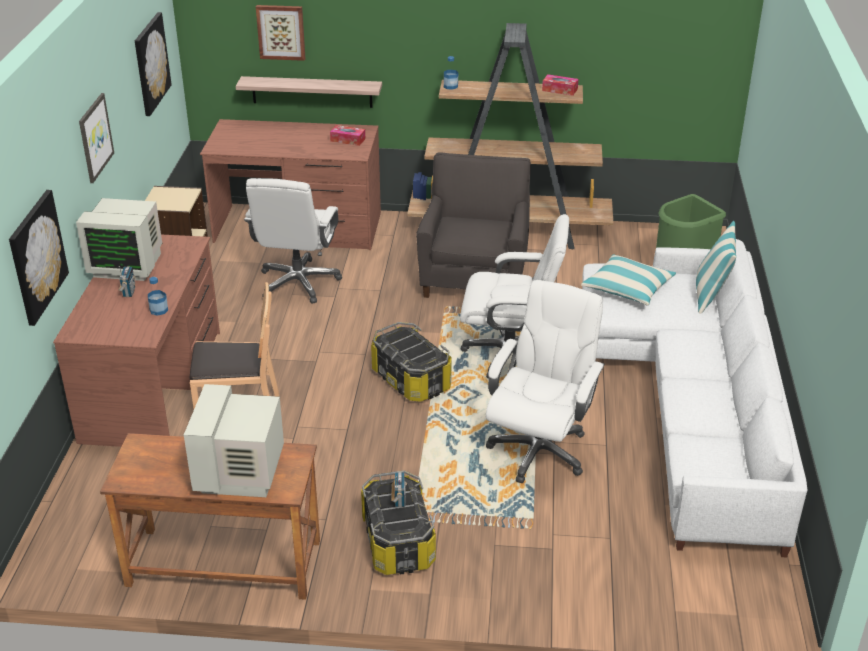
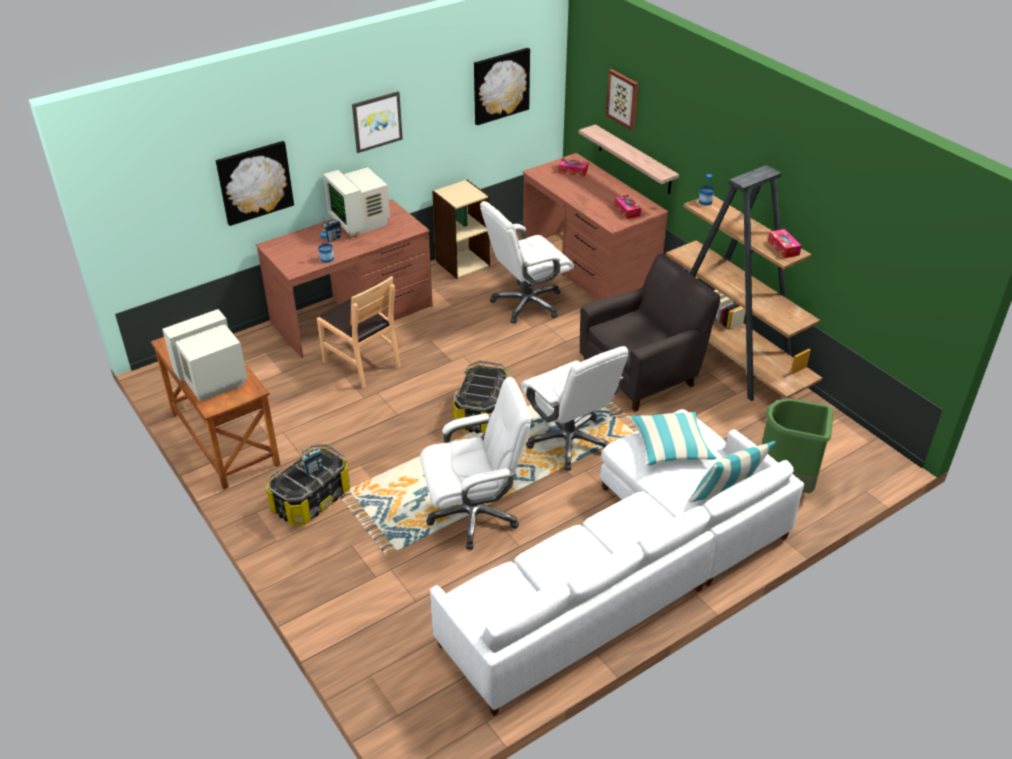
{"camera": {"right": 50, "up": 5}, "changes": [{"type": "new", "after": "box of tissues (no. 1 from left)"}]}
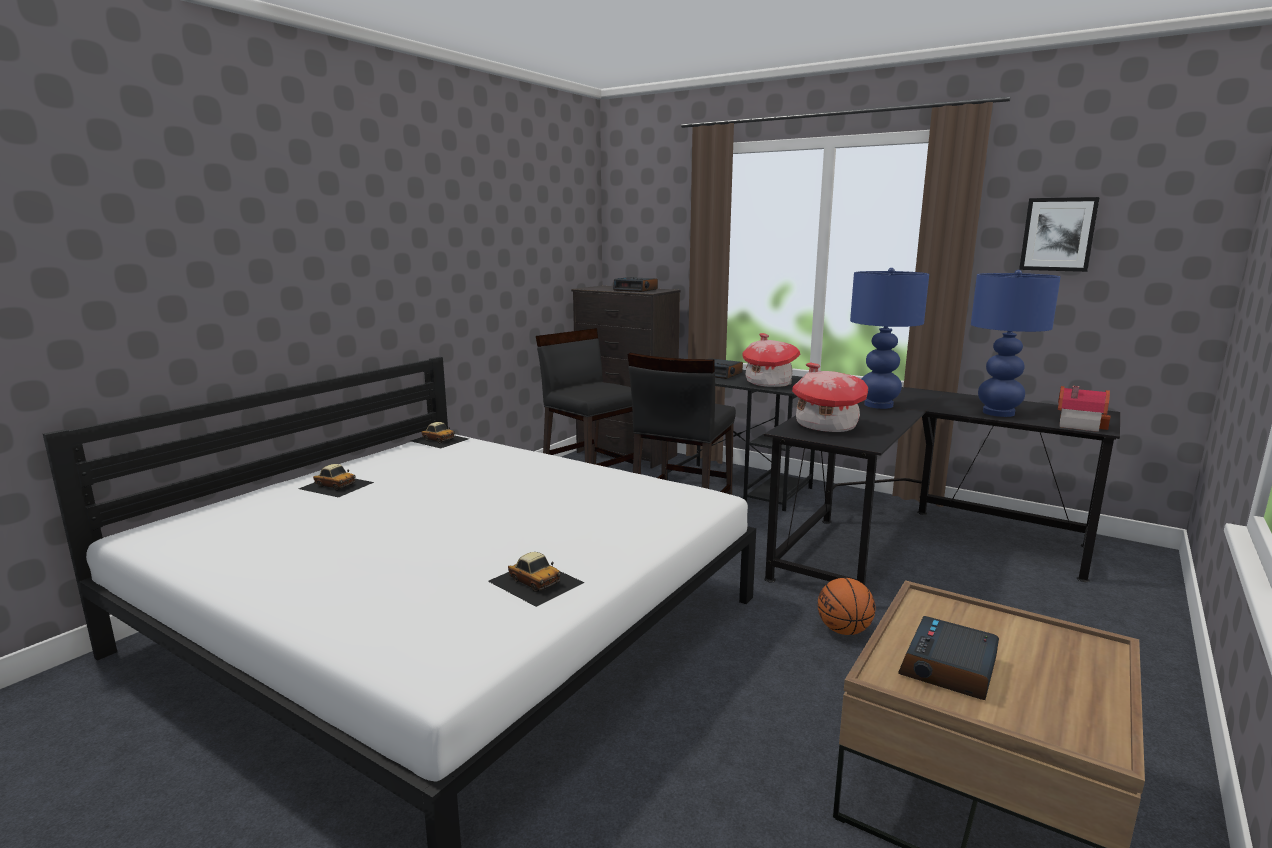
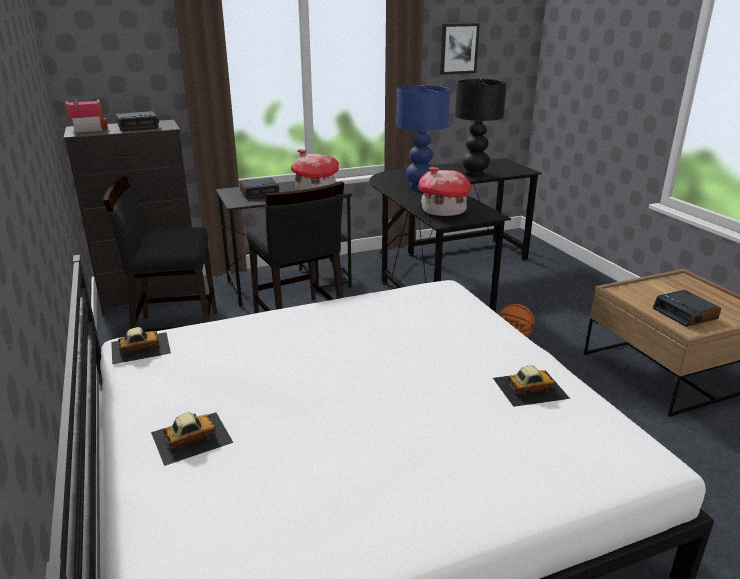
{"camera": {"right": -55, "up": 10}, "changes": [{"type": "repainted", "before": "bluish tabletop lamp (no. 2 from left)", "after": "black-coloured tabletop lamp"}, {"type": "shifted", "before": "toy house (no. 3 from left in the first image)", "after": "toy house (no. 1 from left)"}]}
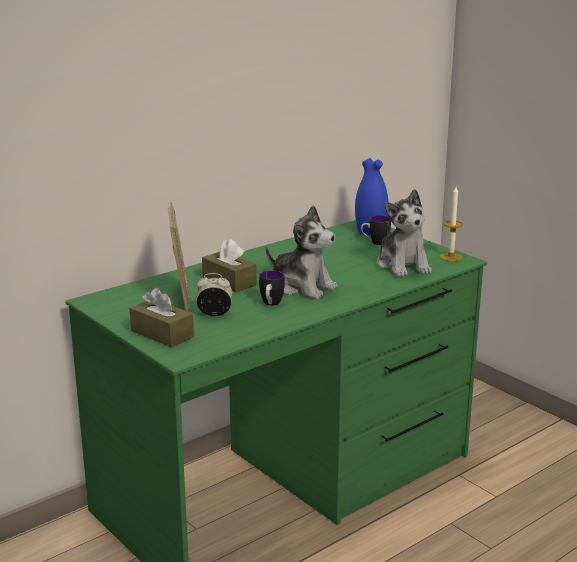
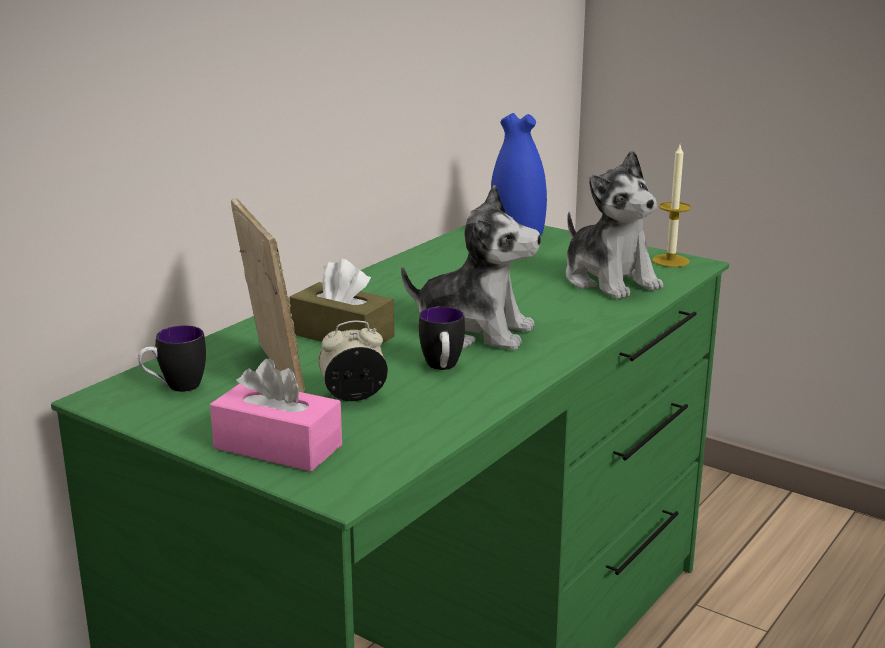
{"camera": {"right": -15, "up": 0}, "changes": [{"type": "repainted", "before": "brownish box of tissues (no. 1 from left)", "after": "pinkish box of tissues"}, {"type": "shifted", "before": "coffee mug (no. 2 from left in the first image)", "after": "coffee mug (no. 1 from left)"}]}
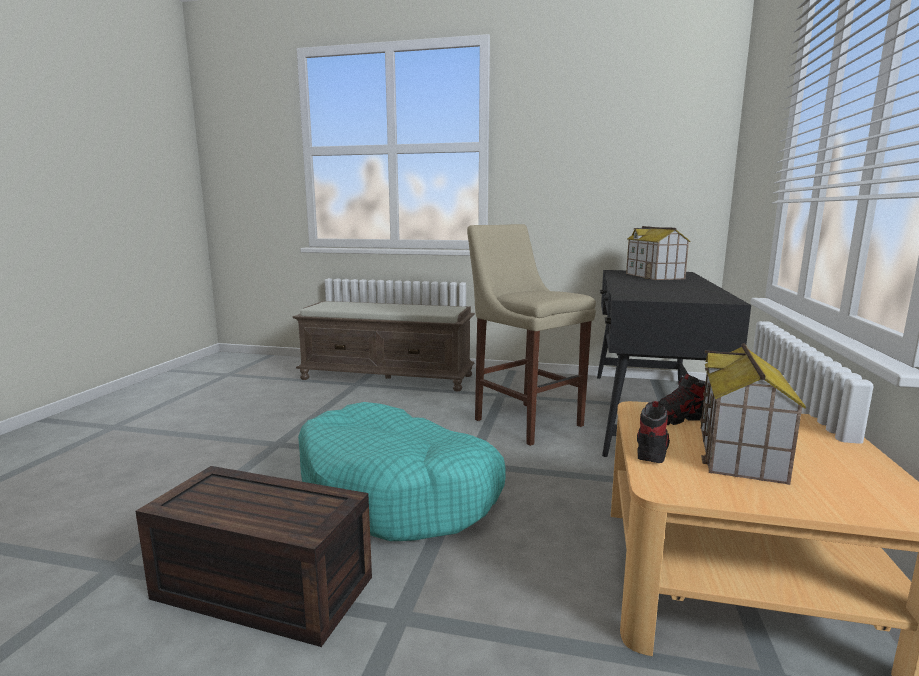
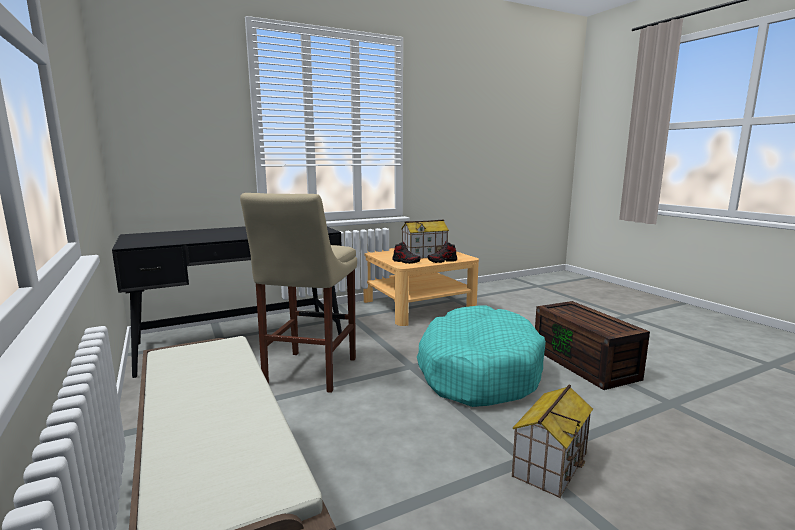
{"camera": {"right": -130, "up": 0}, "changes": [{"type": "shifted", "before": "toy house (no. 1 from left in the first image)", "after": "toy house (no. 2 from left)"}]}
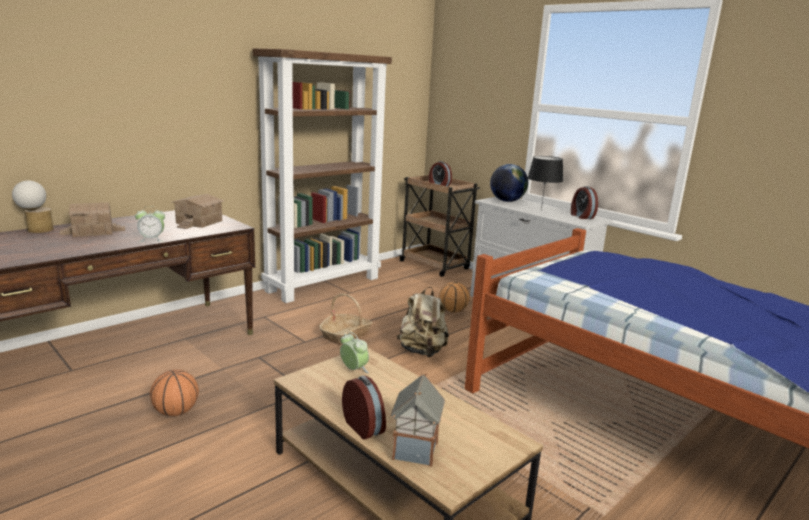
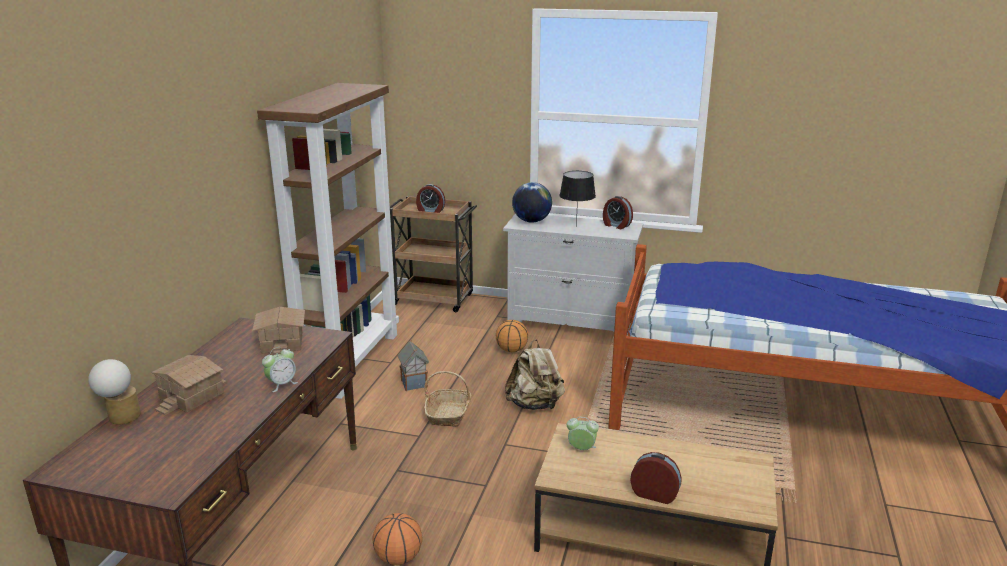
{"camera": {"right": -30, "up": 5}, "changes": [{"type": "shifted", "before": "toy house (no. 3 from left)"}]}
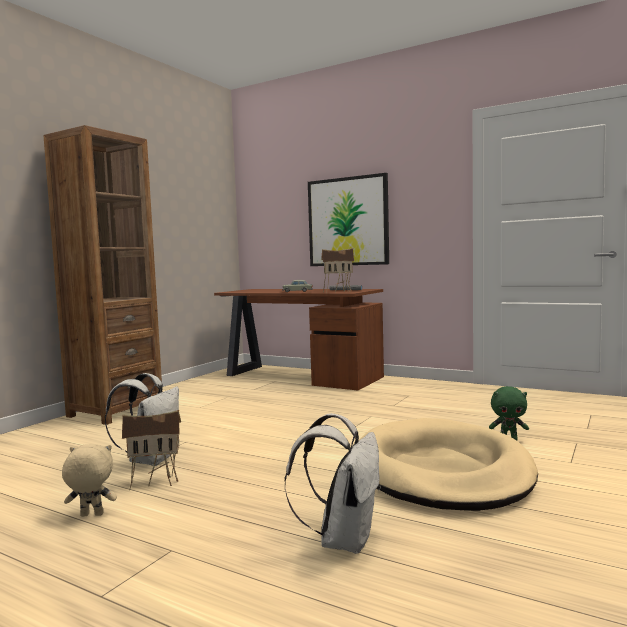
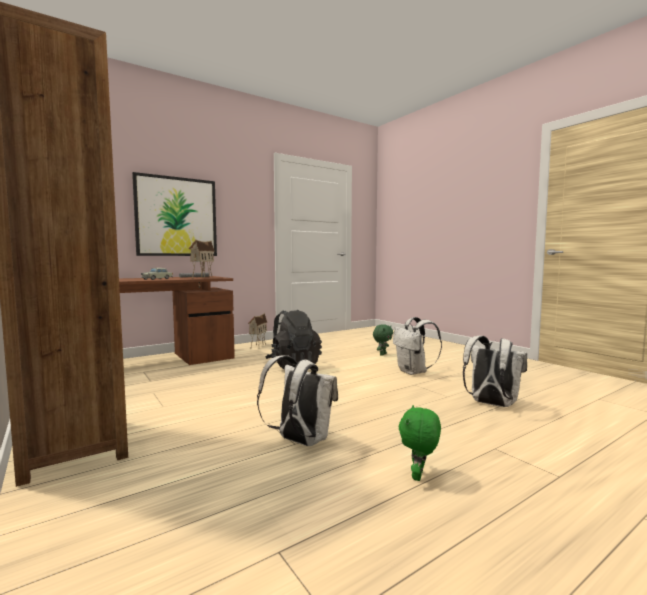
{"camera": {"right": -65, "up": 0}, "changes": [{"type": "repainted", "before": "beige-coloured soft toy", "after": "green soft toy (no. 2 from left)"}, {"type": "shifted", "before": "toy house (no. 1 from left in the first image)", "after": "toy house (no. 2 from left)"}, {"type": "swapped", "before": "beige-coloured pet bed", "after": "white backpack (no. 2 from left)"}, {"type": "new", "after": "black-coloured backpack"}]}
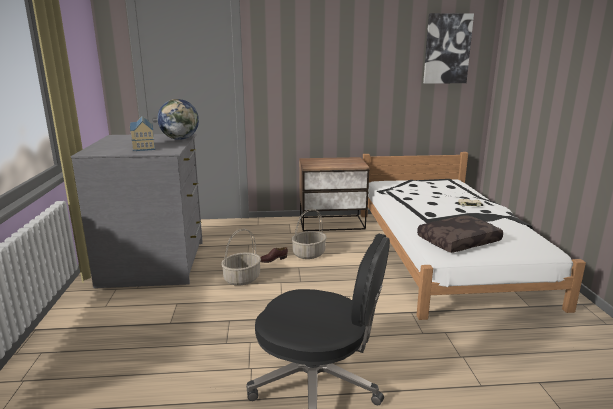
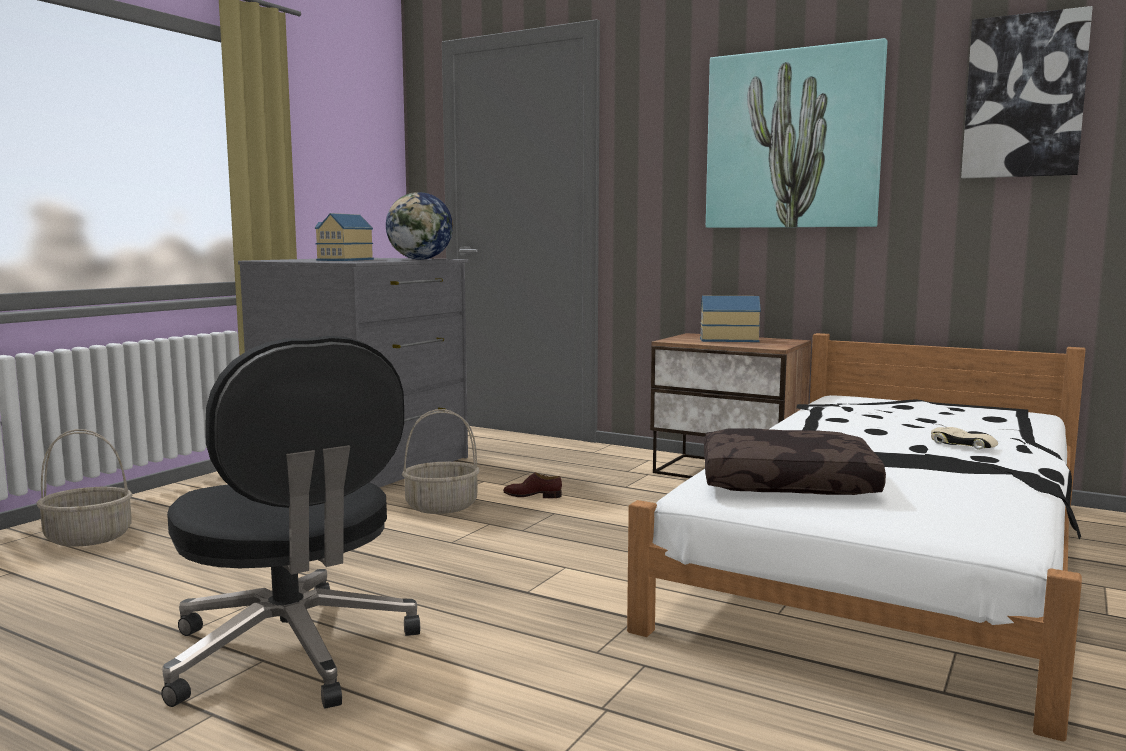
{"camera": {"right": 35, "up": -10}, "changes": [{"type": "shifted", "before": "storage basket (no. 2 from left in the first image)", "after": "storage basket (no. 1 from left)"}, {"type": "new", "after": "toy house (no. 2 from left)"}, {"type": "new", "after": "wall art (no. 1 from left)"}]}
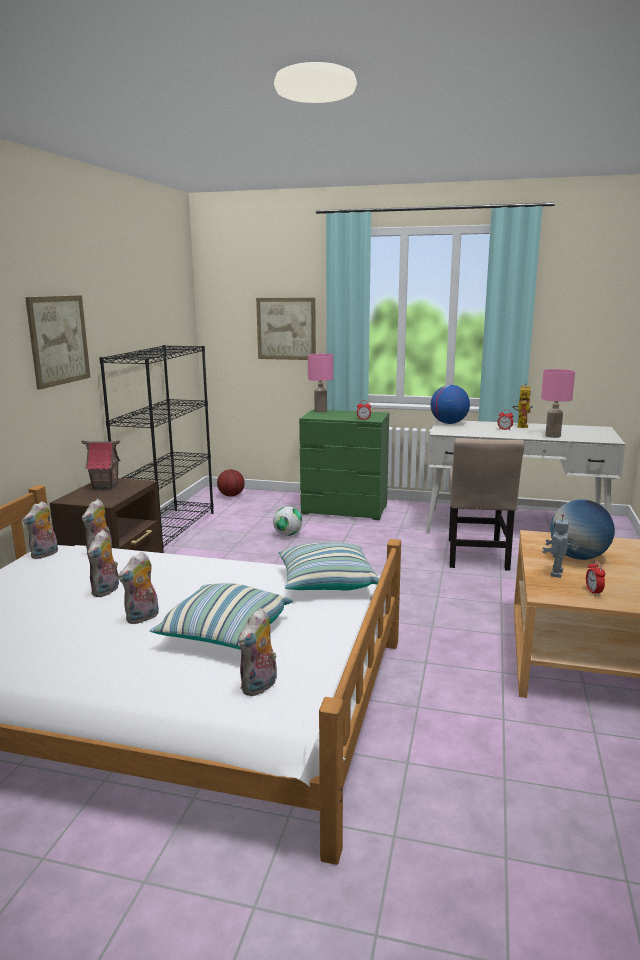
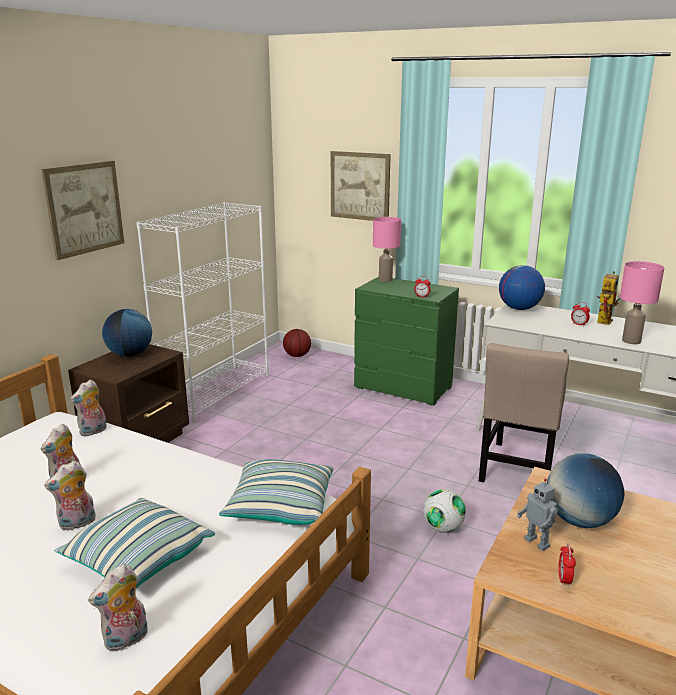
{"camera": {"right": 15, "up": 5}, "changes": [{"type": "gone", "before": "soft toy (no. 1 from left)"}, {"type": "swapped", "before": "toy house", "after": "globe (no. 1 from left)"}, {"type": "repainted", "before": "black-coloured bookcase", "after": "white bookcase"}, {"type": "shifted", "before": "ball for football"}, {"type": "rotated", "before": "model robot (no. 2 from left in the first image)", "turn": -75}]}
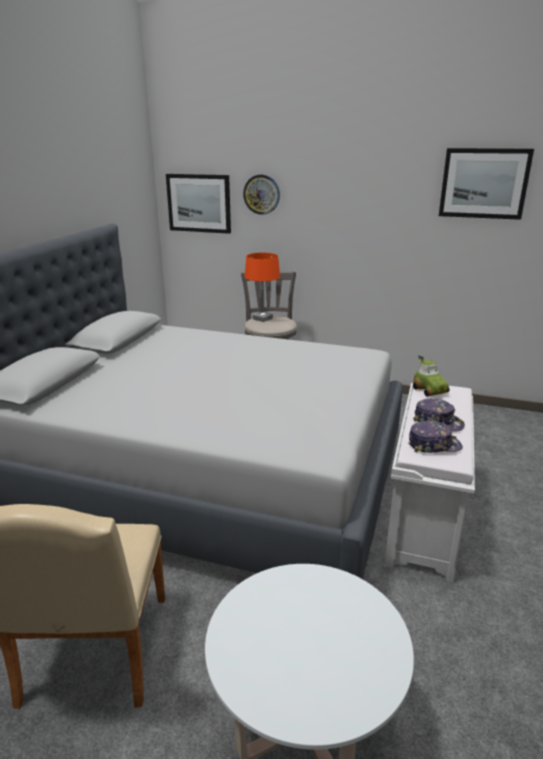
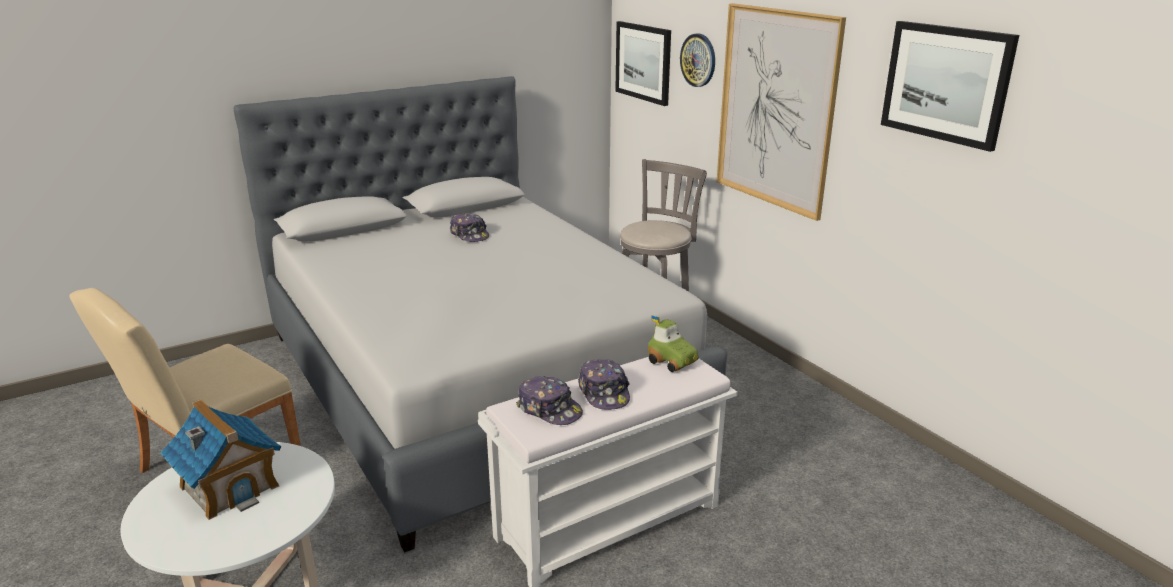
{"camera": {"right": 40, "up": 0}, "changes": [{"type": "gone", "before": "orange tabletop lamp"}, {"type": "rotated", "before": "miniature car", "turn": -60}, {"type": "new", "after": "toy house"}, {"type": "new", "after": "cap (no. 1 from left)"}, {"type": "new", "after": "wall art (no. 2 from left)"}]}
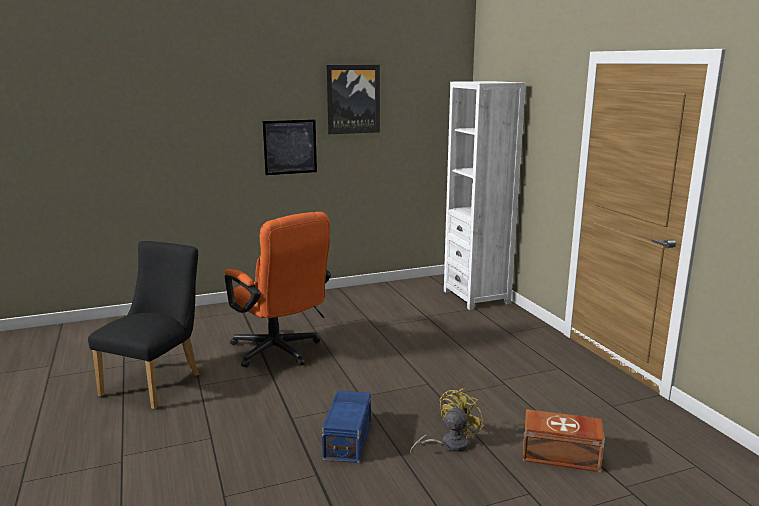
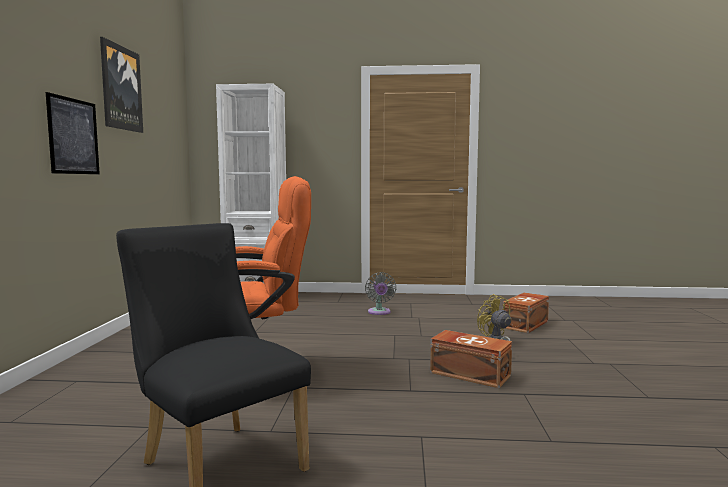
{"camera": {"right": -65, "up": -10}, "changes": [{"type": "repainted", "before": "bluish storage container", "after": "brownish storage container (no. 1 from left)"}, {"type": "new", "after": "greyish electric fan"}]}
